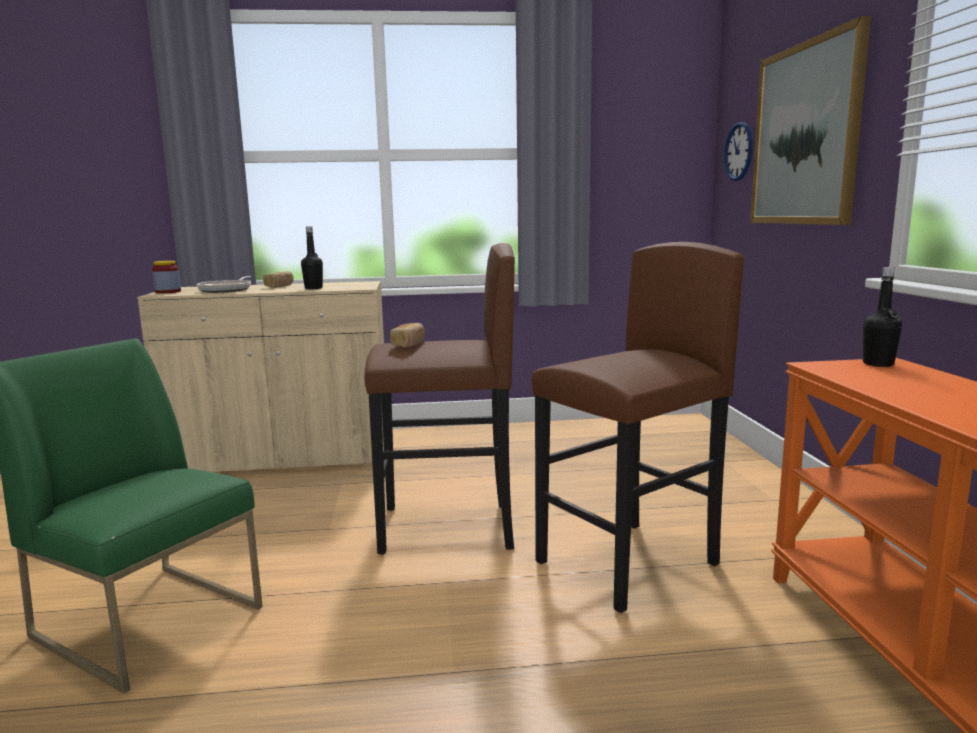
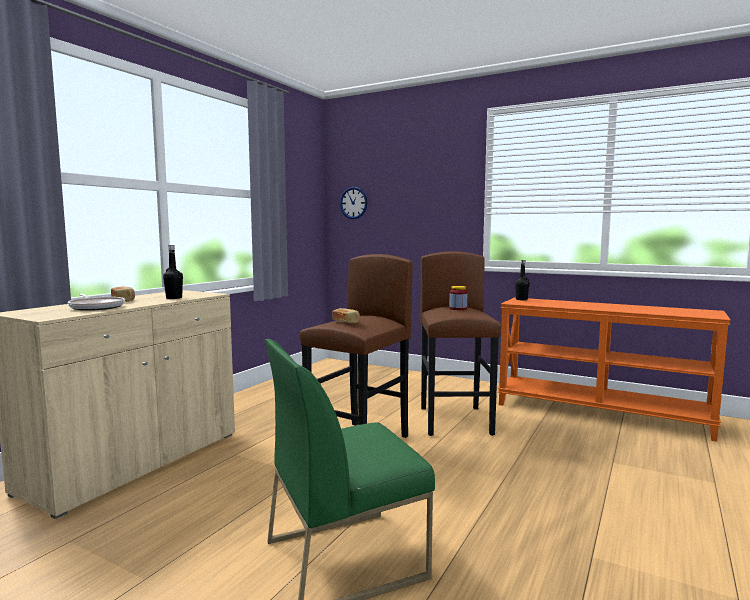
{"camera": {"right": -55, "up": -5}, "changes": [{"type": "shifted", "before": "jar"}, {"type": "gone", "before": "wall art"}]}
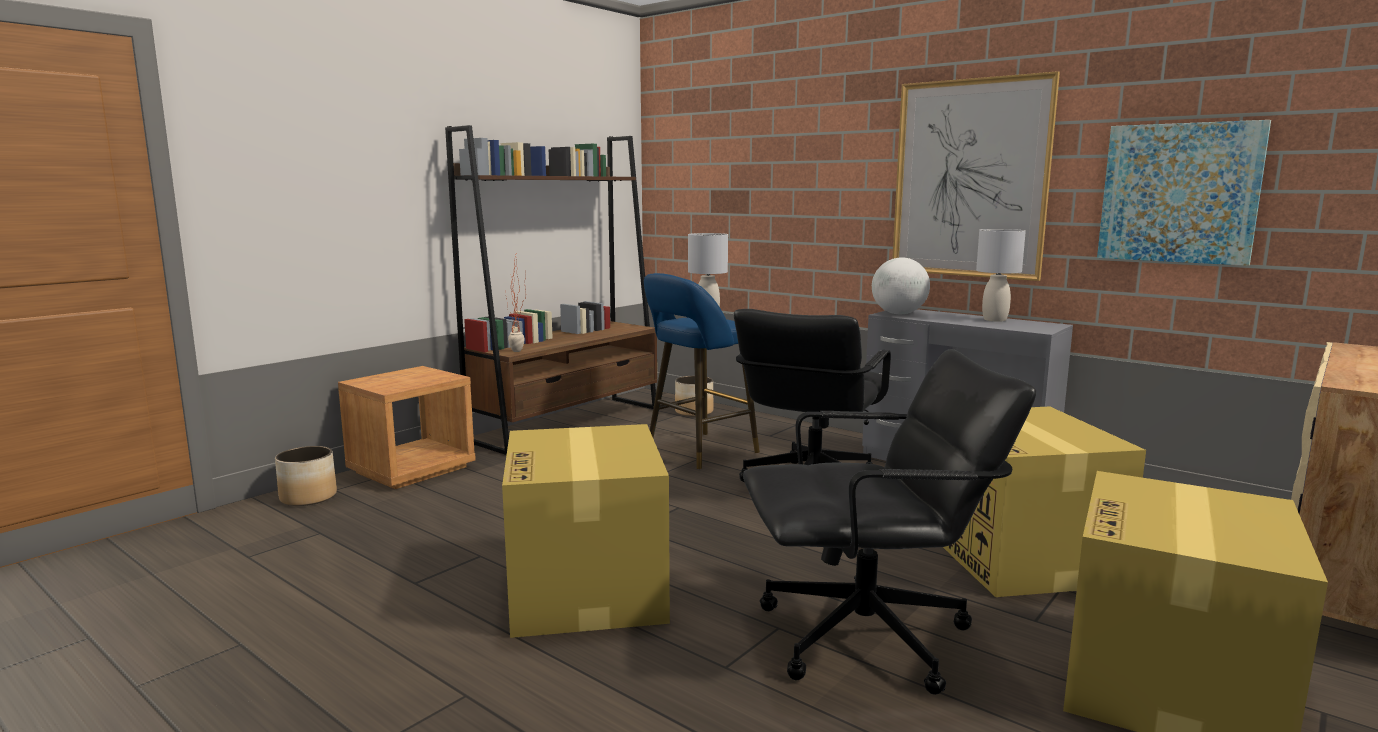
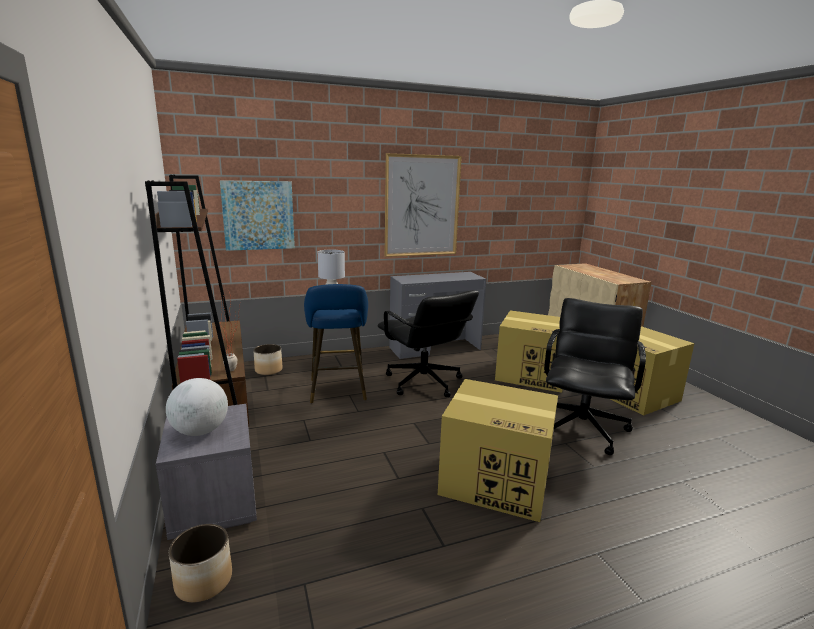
{"camera": {"right": -60, "up": 5}, "changes": [{"type": "repainted", "before": "brownish bedside table", "after": "greyish bedside table"}, {"type": "shifted", "before": "globe"}, {"type": "gone", "before": "greyish tabletop lamp (no. 2 from left)"}, {"type": "shifted", "before": "wall art (no. 2 from left in the first image)", "after": "wall art (no. 1 from left)"}]}
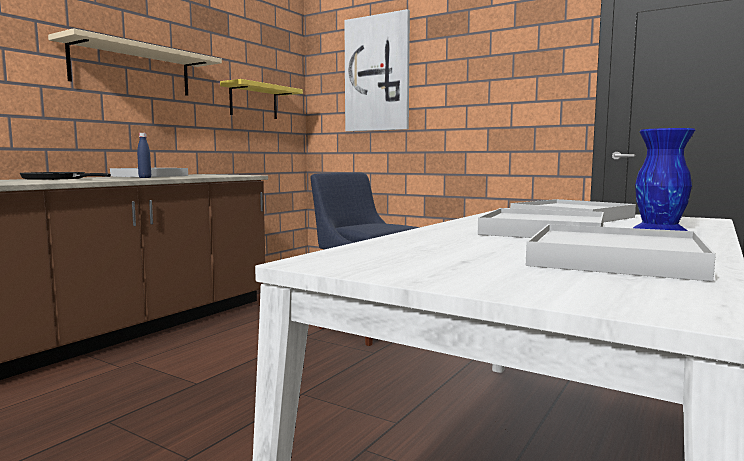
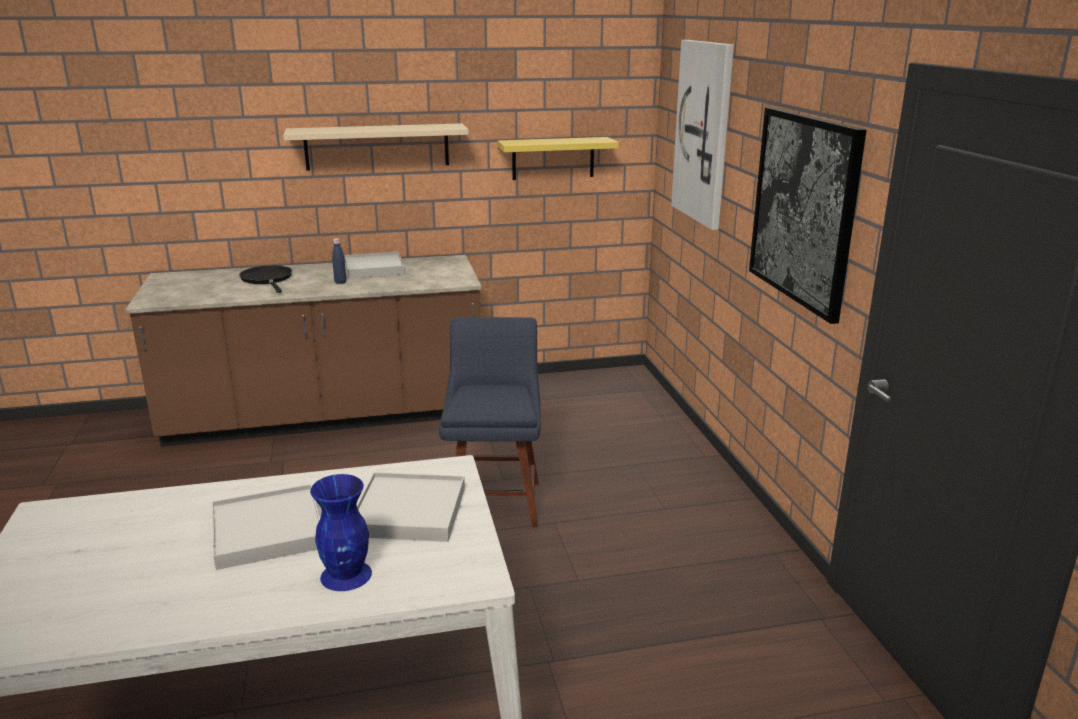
{"camera": {"right": 45, "up": 15}, "changes": [{"type": "gone", "before": "white serving tray (no. 4 from left)"}, {"type": "new", "after": "wall art (no. 2 from left)"}]}
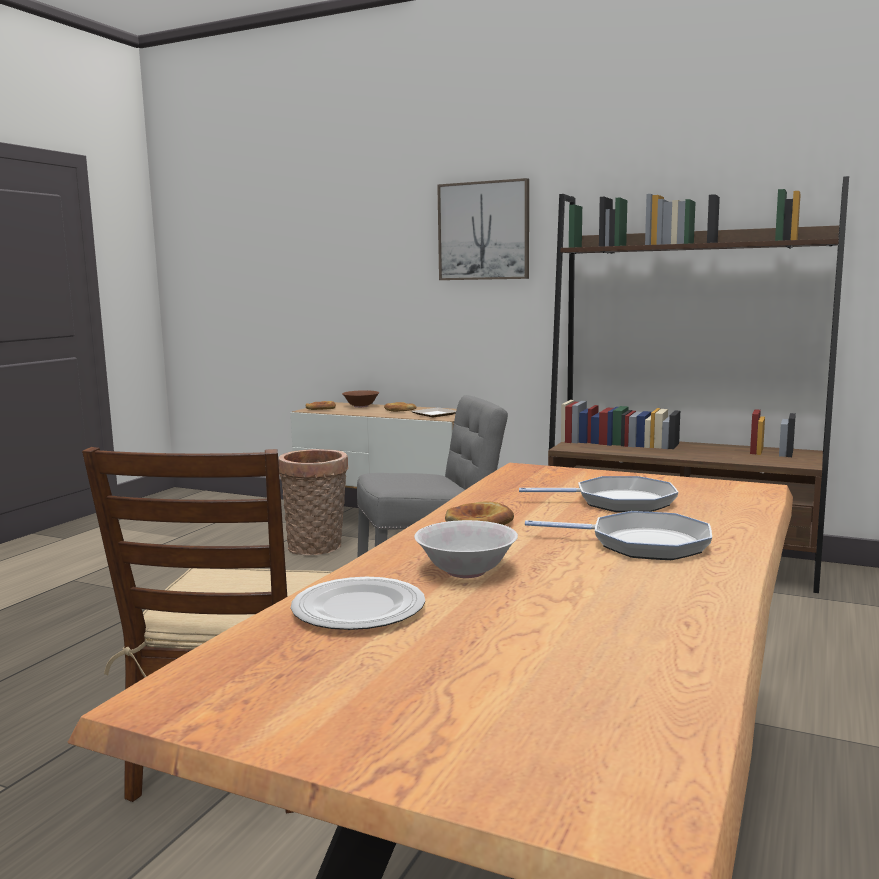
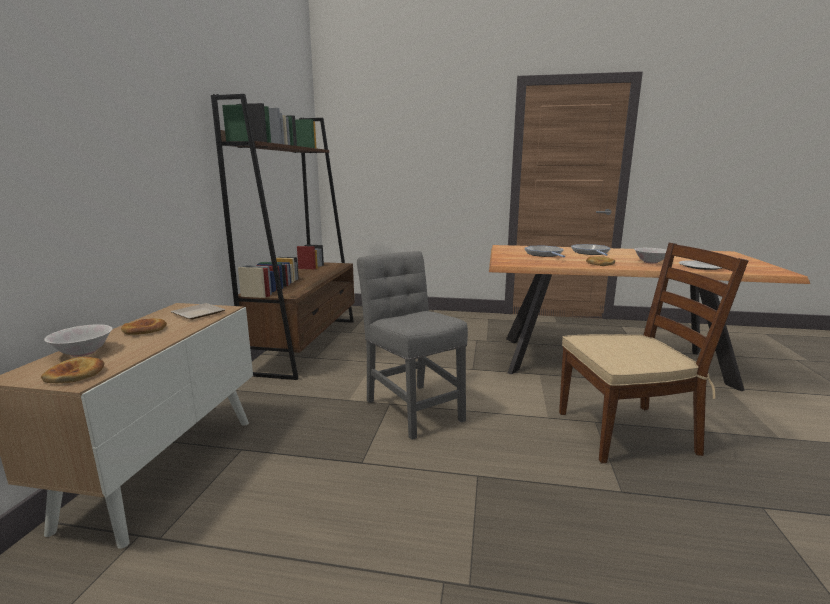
{"camera": {"right": -105, "up": 5}, "changes": [{"type": "gone", "before": "storage basket"}, {"type": "repainted", "before": "brownish bowl", "after": "white bowl (no. 1 from left)"}, {"type": "gone", "before": "wall art"}]}
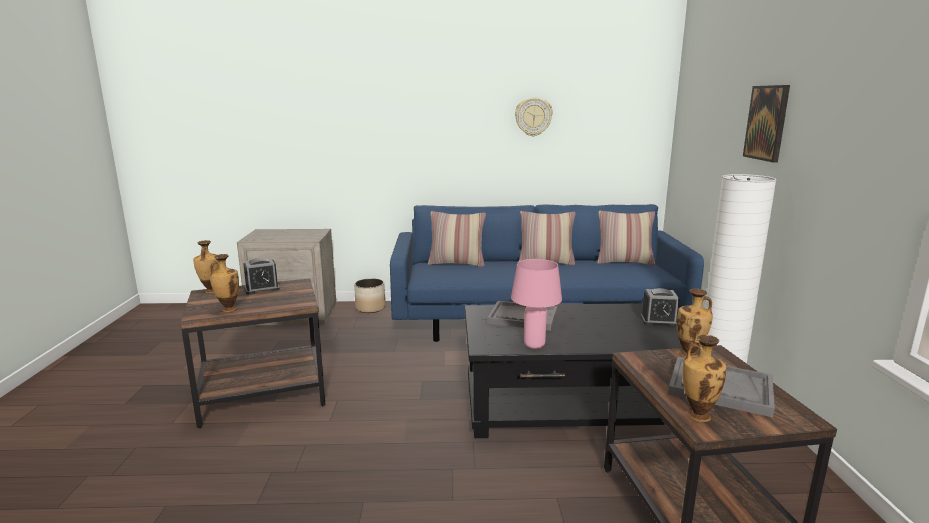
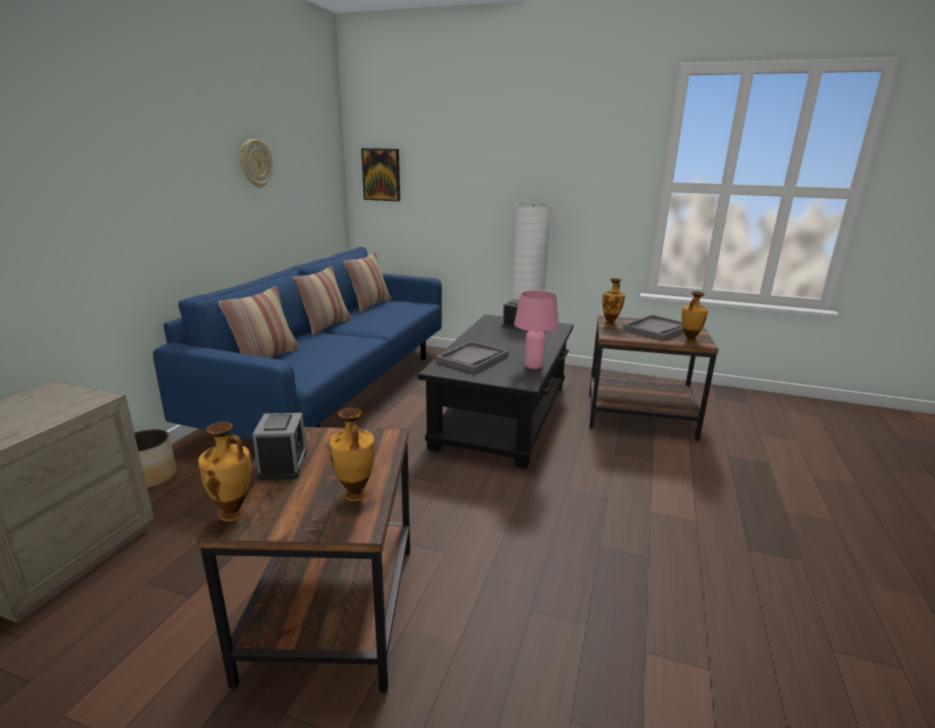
{"camera": {"right": -70, "up": 5}, "changes": [{"type": "shifted", "before": "wall art"}]}
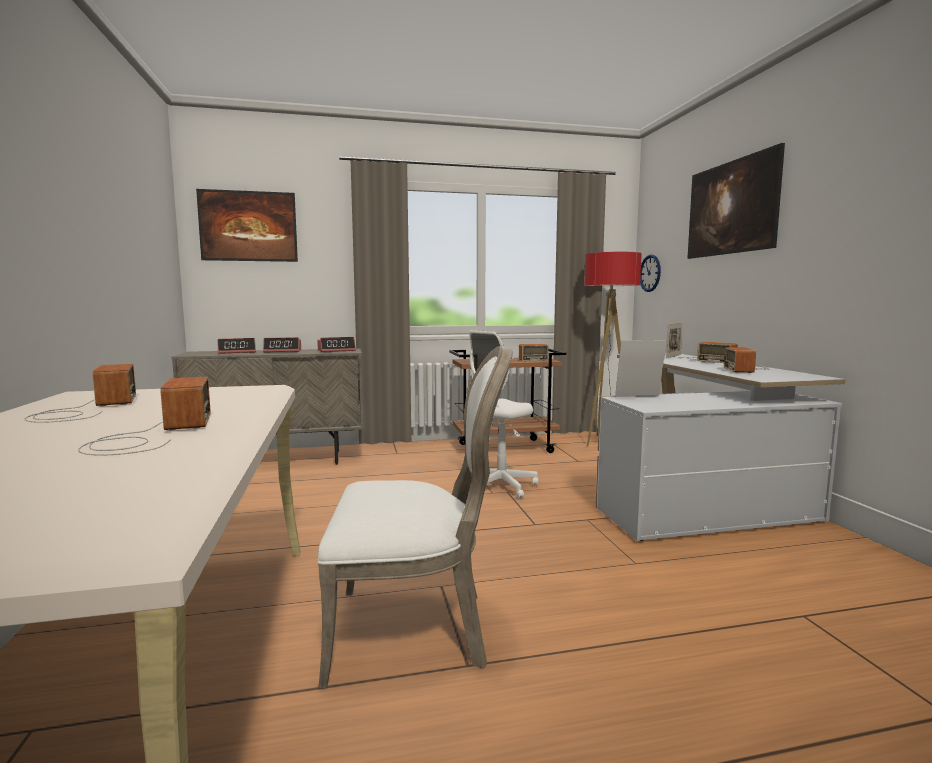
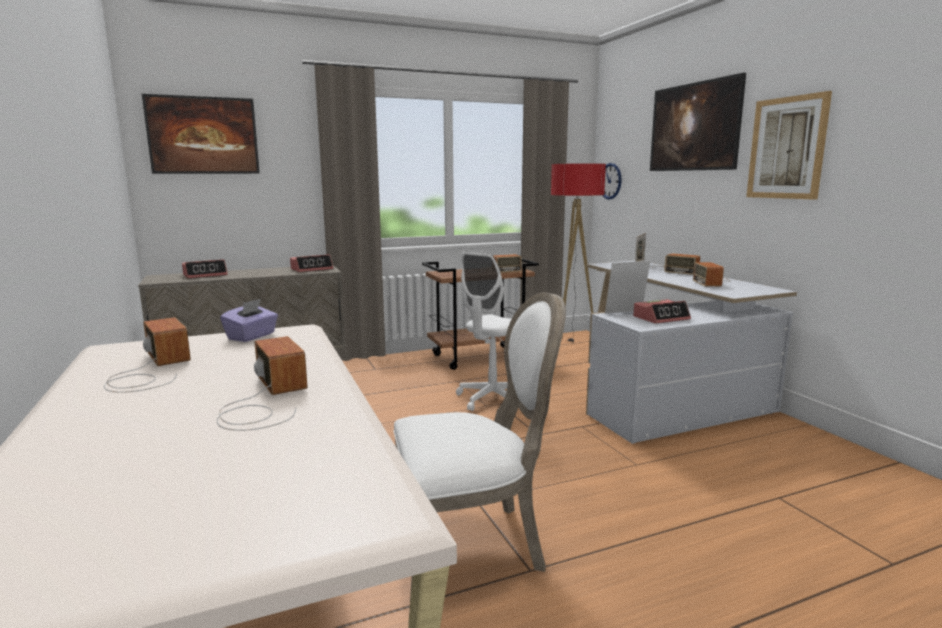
{"camera": {"right": -10, "up": 5}, "changes": [{"type": "shifted", "before": "bedside clock (no. 2 from left in the first image)", "after": "bedside clock (no. 3 from left)"}, {"type": "new", "after": "purple-coloured box of tissues"}, {"type": "new", "after": "wall art (no. 3 from left)"}]}
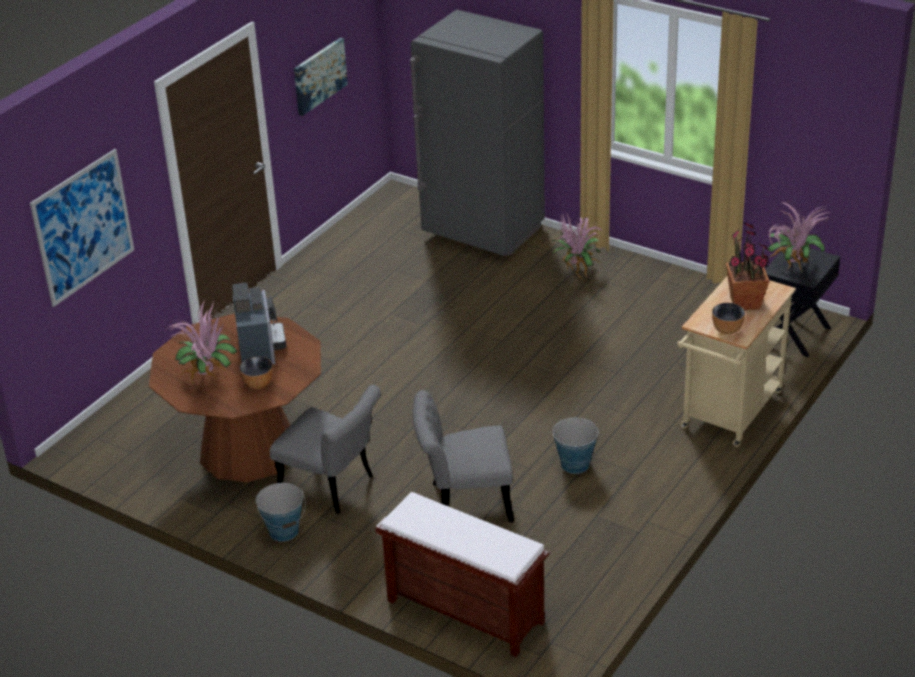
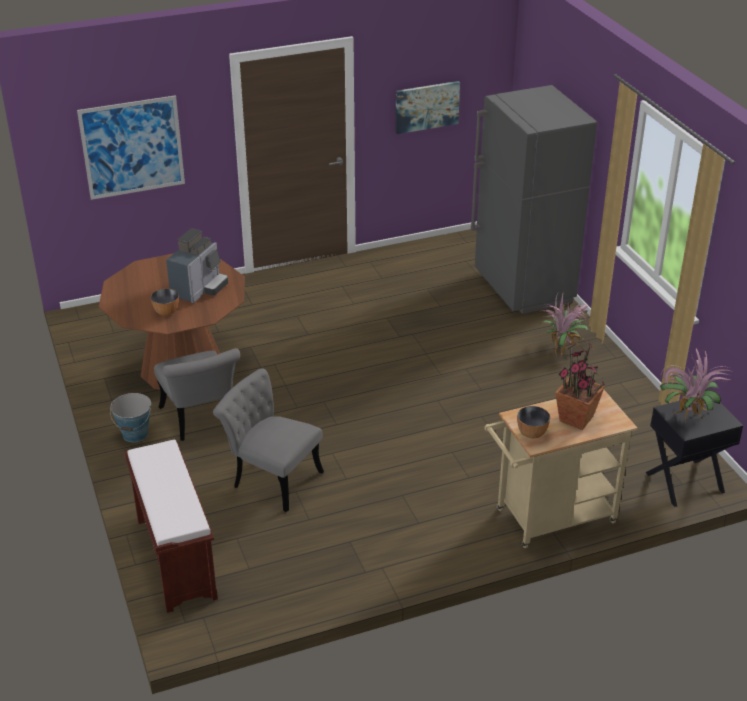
{"camera": {"right": 35, "up": 0}, "changes": [{"type": "gone", "before": "potted plant (no. 1 from left)"}, {"type": "gone", "before": "water bucket (no. 2 from left)"}]}
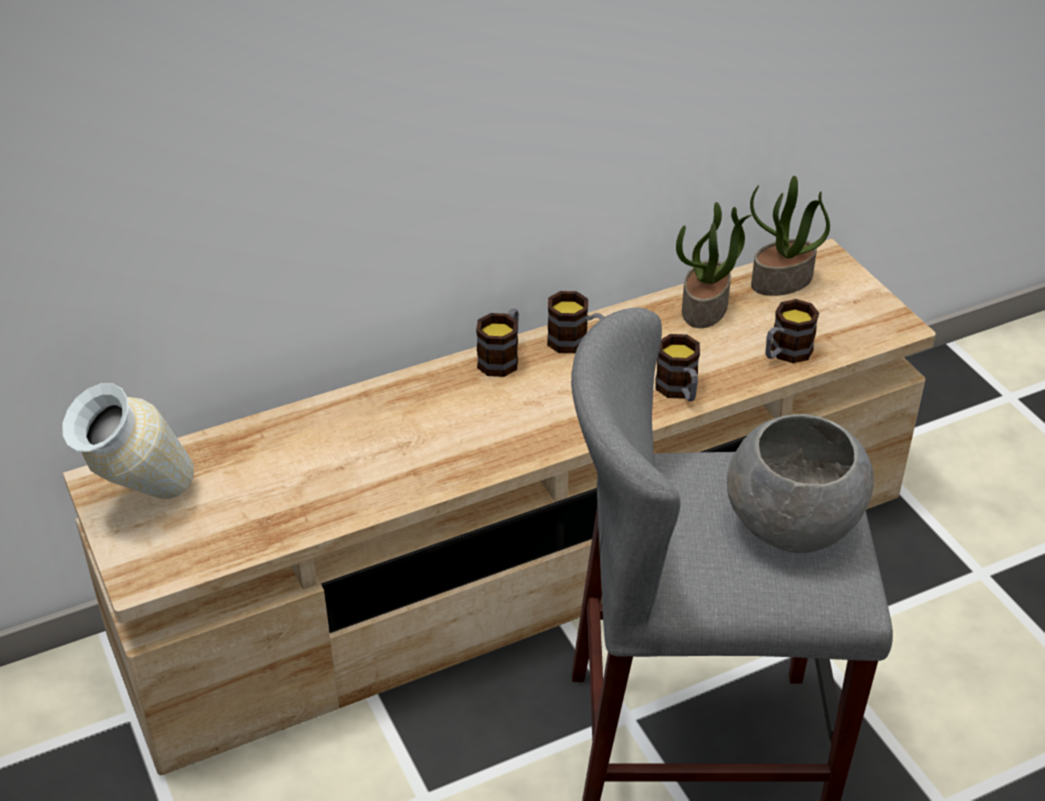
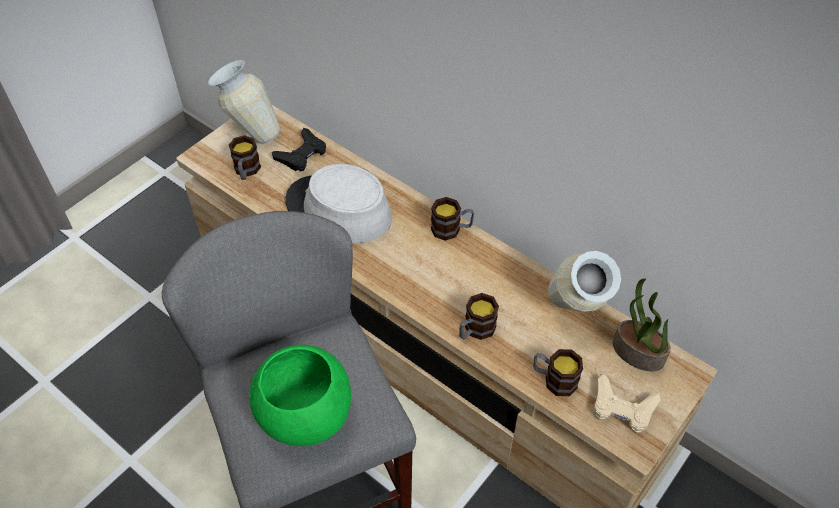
{"camera": {"right": 65, "up": 10}, "changes": [{"type": "shifted", "before": "coffee mug (no. 2 from left in the first image)", "after": "coffee mug (no. 1 from left)"}, {"type": "swapped", "before": "potted plant (no. 1 from left)", "after": "flower vase (no. 2 from left)"}, {"type": "repainted", "before": "greyish bowl", "after": "green bowl"}, {"type": "new", "after": "black-coloured joypad"}, {"type": "new", "after": "greyish clothing hat"}, {"type": "new", "after": "beige-coloured joypad"}]}
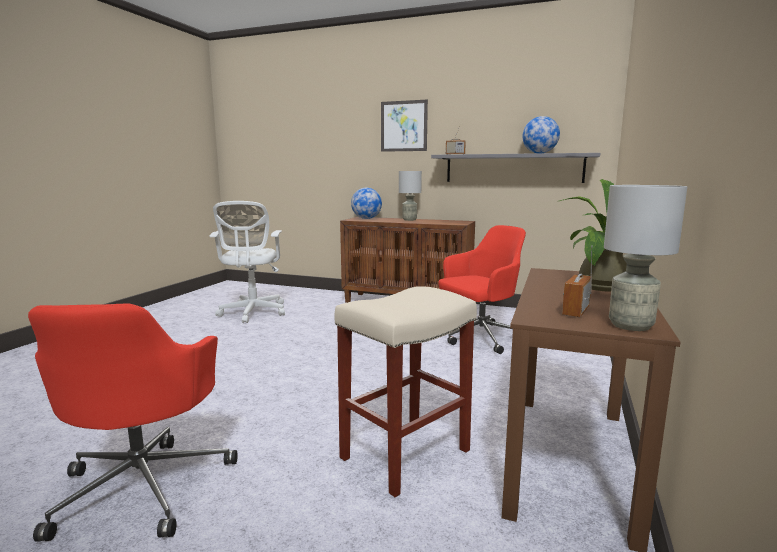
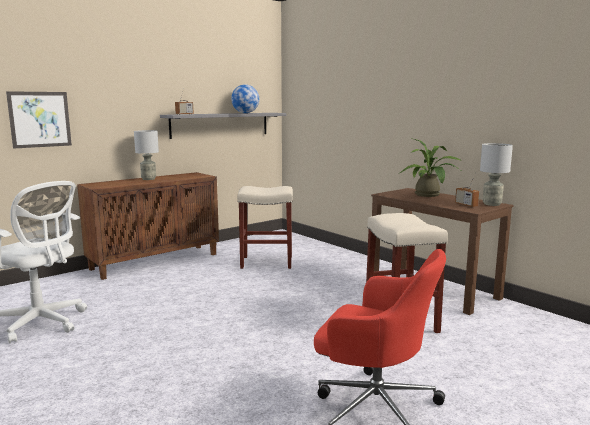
{"camera": {"right": -60, "up": 0}, "changes": [{"type": "gone", "before": "globe (no. 1 from left)"}, {"type": "shifted", "before": "wall art"}, {"type": "swapped", "before": "red desk chair (no. 2 from left)", "after": "beige-coloured sitting stool (no. 1 from left)"}]}
